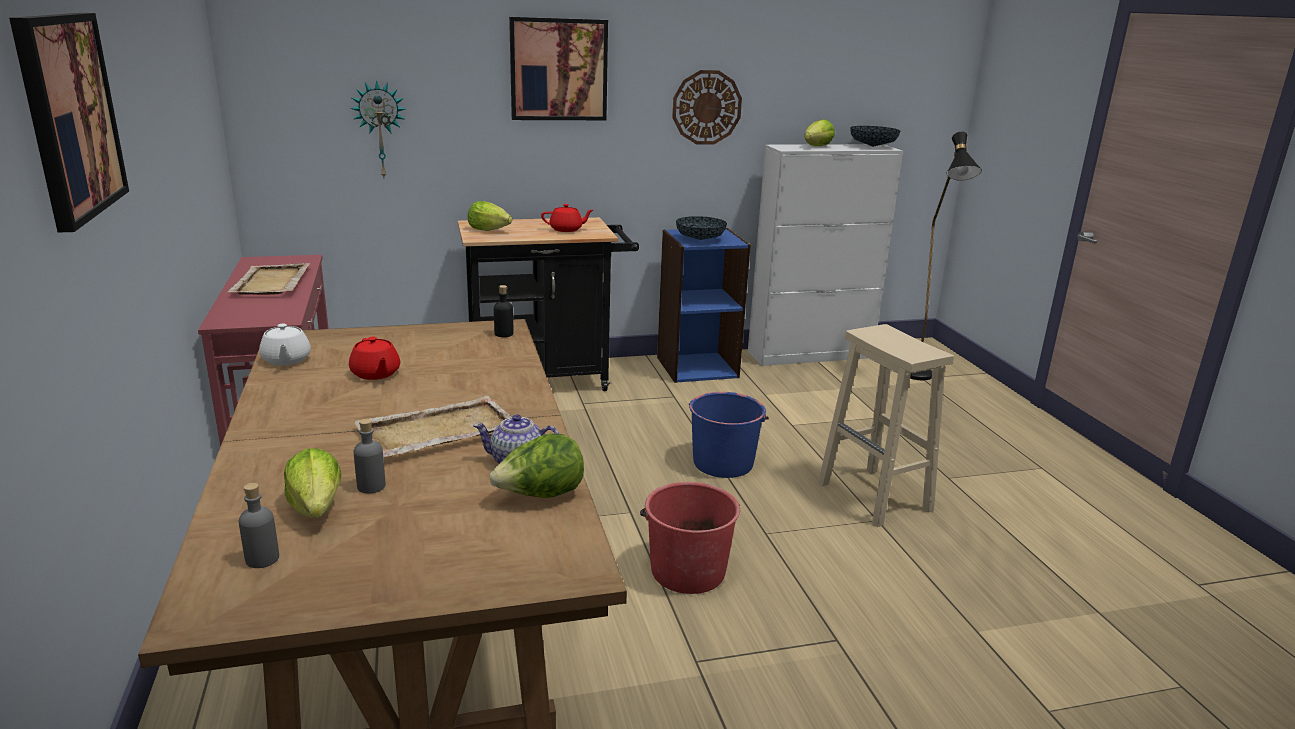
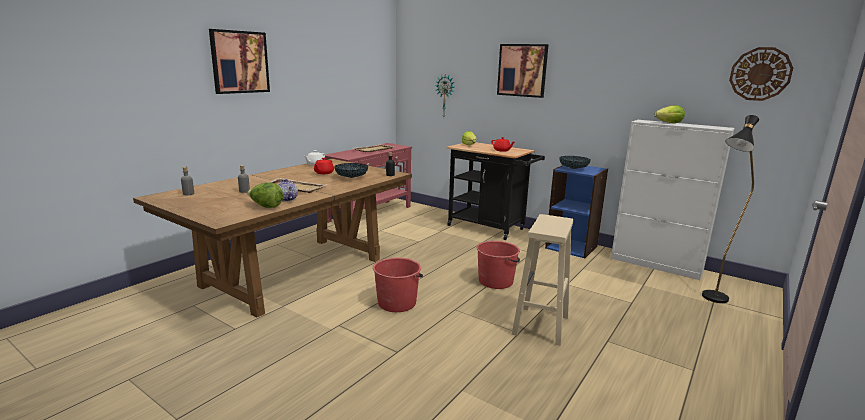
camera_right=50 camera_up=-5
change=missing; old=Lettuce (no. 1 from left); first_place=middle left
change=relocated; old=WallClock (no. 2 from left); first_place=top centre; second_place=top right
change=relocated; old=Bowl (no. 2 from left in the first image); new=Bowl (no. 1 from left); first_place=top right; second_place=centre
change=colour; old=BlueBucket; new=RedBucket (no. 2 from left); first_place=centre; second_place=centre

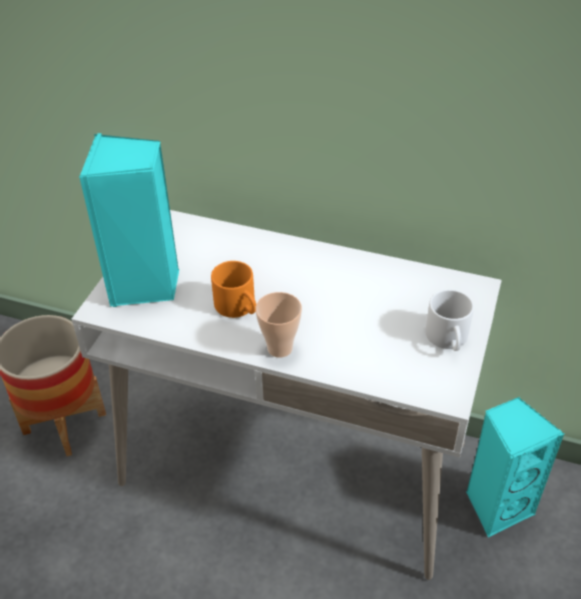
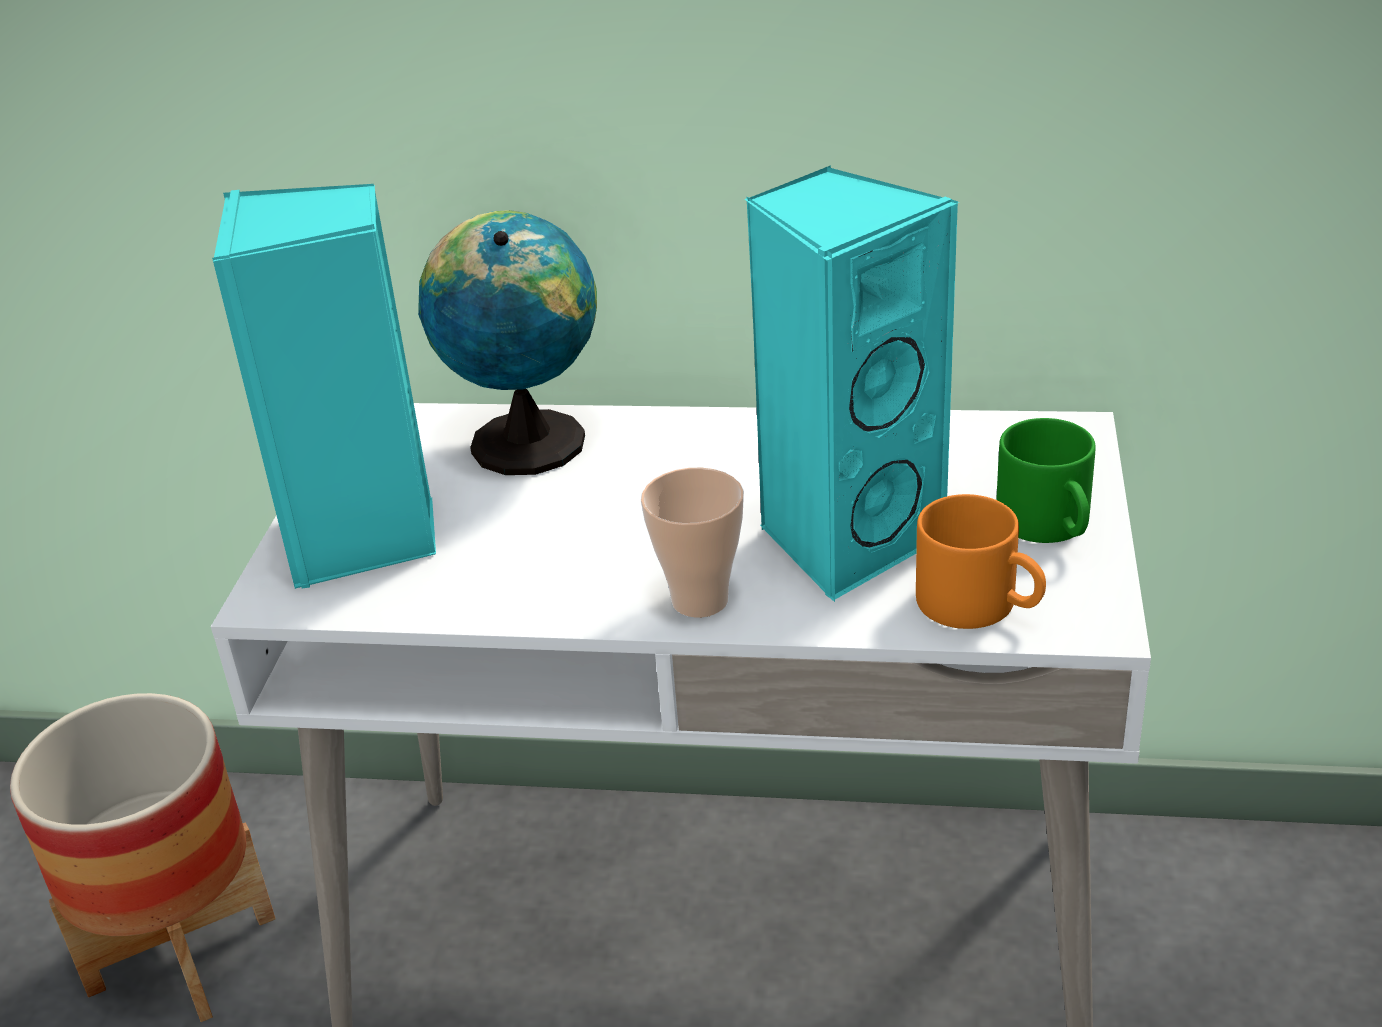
camera_right=-10 camera_up=-10
change=appeared; new=Globe; second_place=top centre
change=relocated; old=OrangeMug; first_place=centre; second_place=middle right
change=relocated; old=TurquoiseSpeaker (no. 2 from left); first_place=bottom right; second_place=centre
change=colour; old=WhiteMug; new=GreenMug; first_place=middle right; second_place=middle right

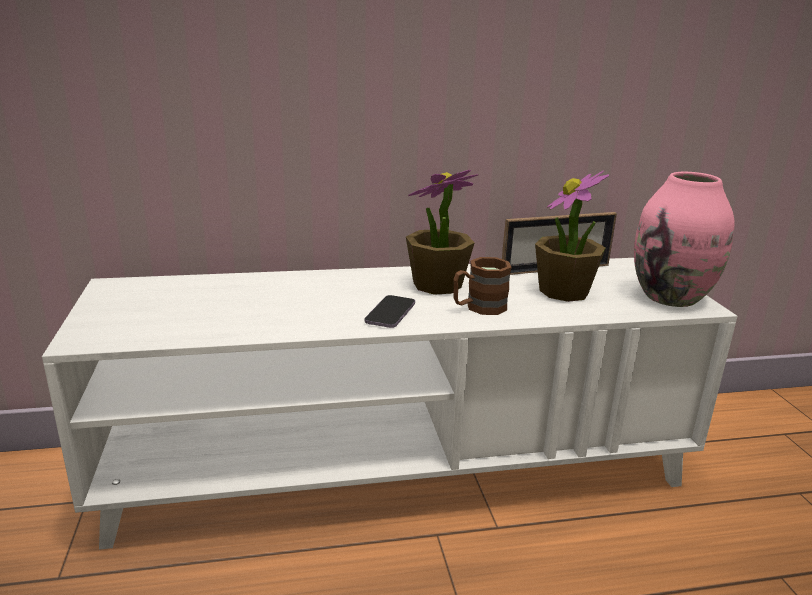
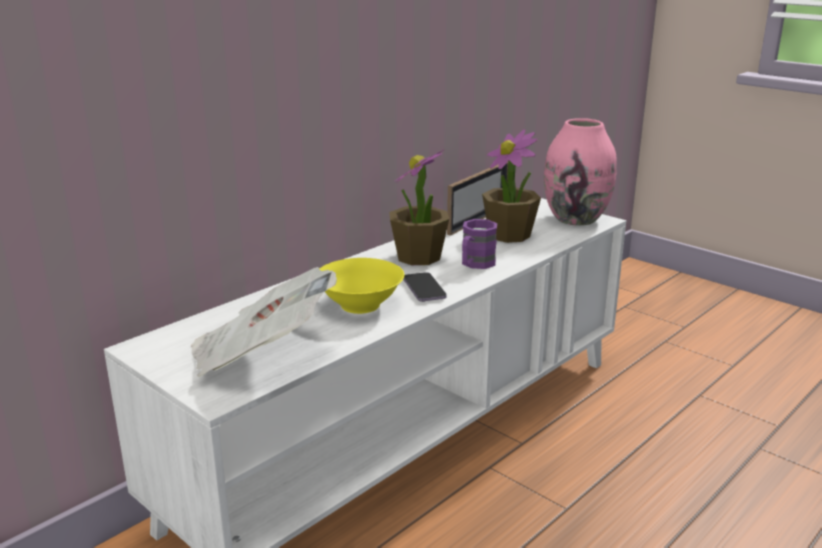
camera_right=-35 camera_up=0
change=appeared; new=Newspaper; second_place=middle left
change=appeared; new=YellowBowl; second_place=centre
change=colour; old=BrownMug; new=PurpleMug; first_place=centre; second_place=centre

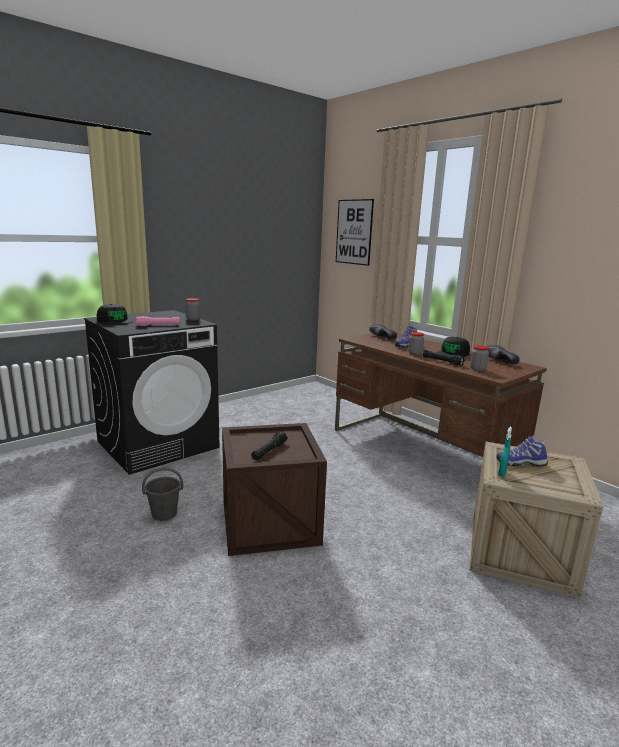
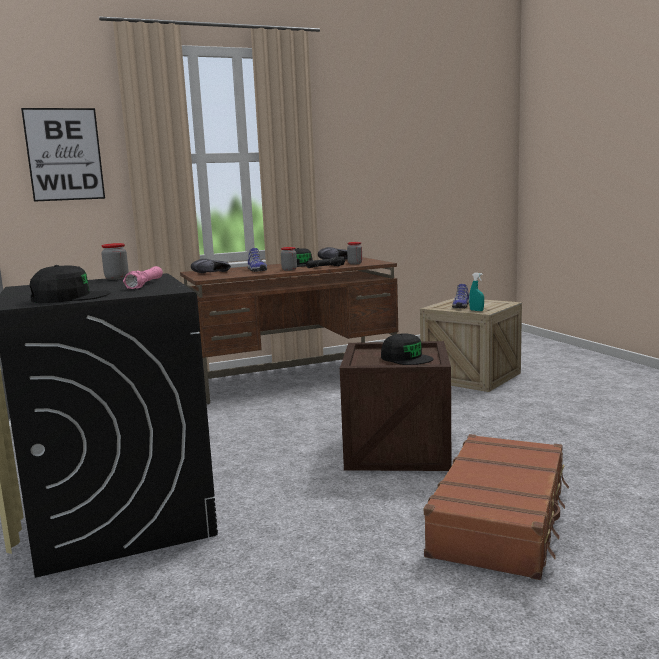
camera_right=-70 camera_up=-5
change=missing; old=GreyBucket; first_place=middle left
change=appeared; new=BrownSuitcase; second_place=bottom right
change=exchanged; old=BlackFlashlight (no. 1 from left); new=BlackCap (no. 3 from left); first_place=centre; second_place=centre

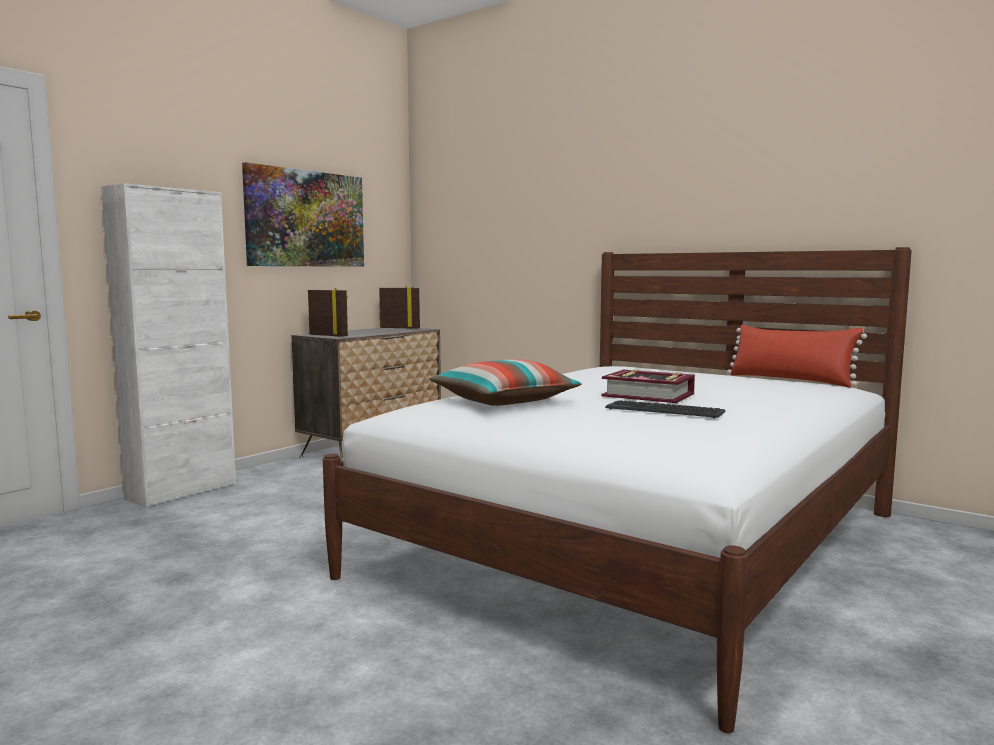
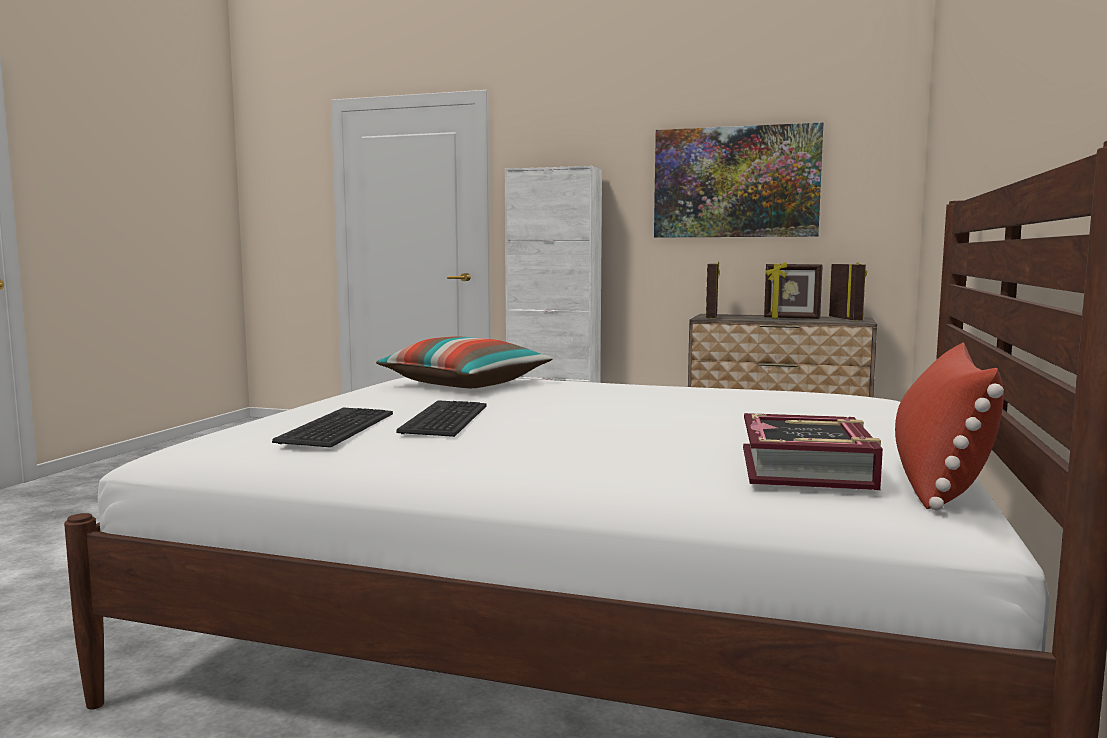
camera_right=70 camera_up=0
change=appeared; new=Keyboard (no. 1 from left); second_place=middle left
change=appeared; new=PictureFrame (no. 2 from left); second_place=middle right
change=relocated; old=Book; first_place=centre; second_place=middle right

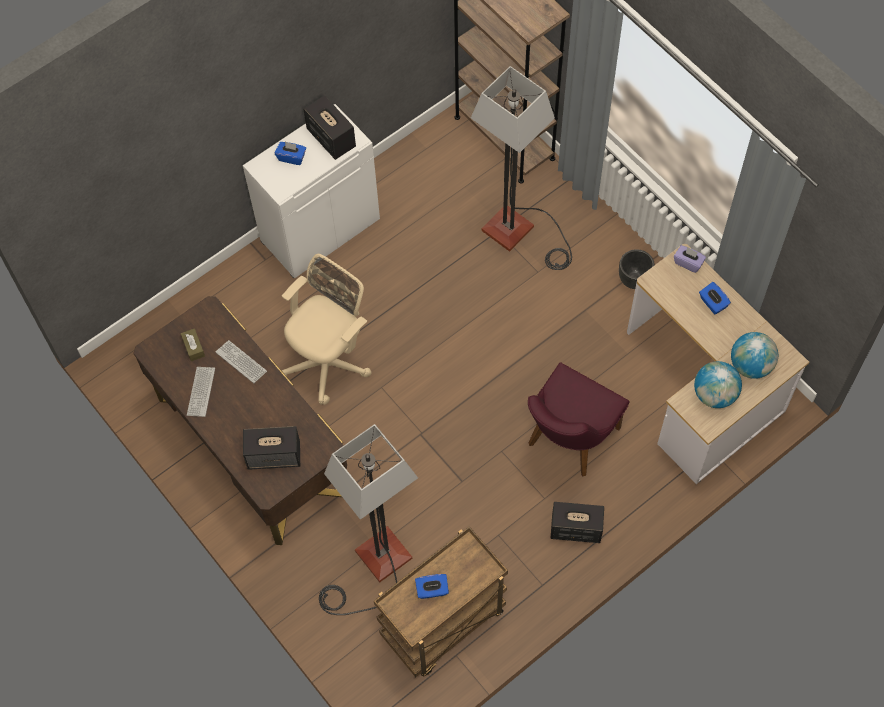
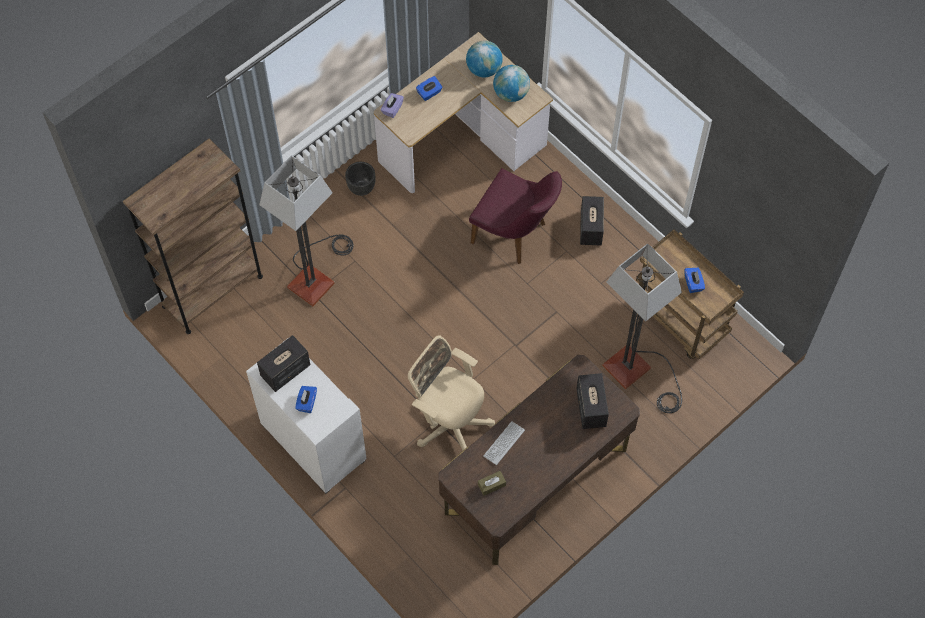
camera_right=-95 camera_up=0
change=missing; old=Keyboard (no. 1 from left); first_place=middle left

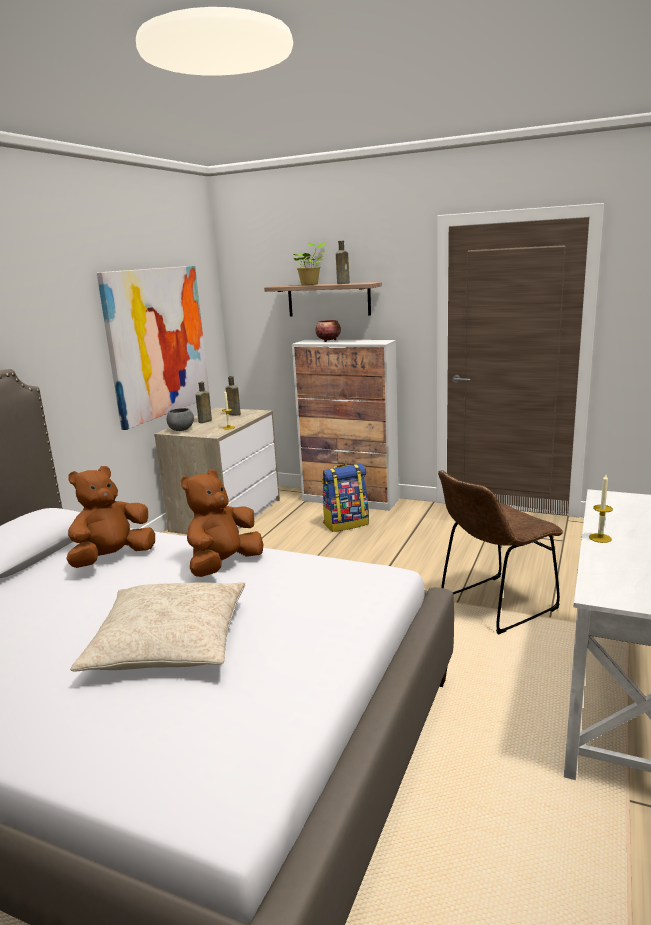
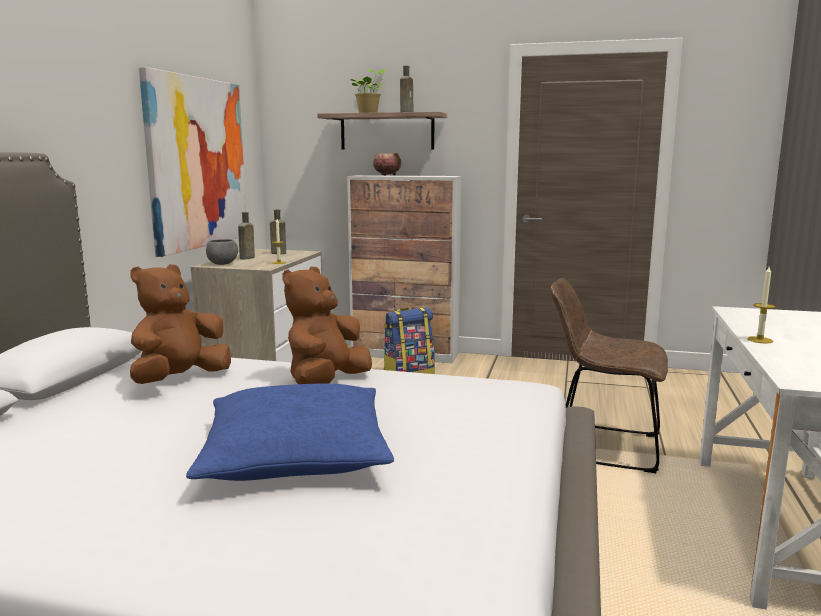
camera_right=-10 camera_up=-5
change=colour; old=BeigePillow; new=BluePillow; first_place=bottom left; second_place=bottom centre
change=spun; old=BrownChair; first_place=middle right; second_place=middle right; degrees=60

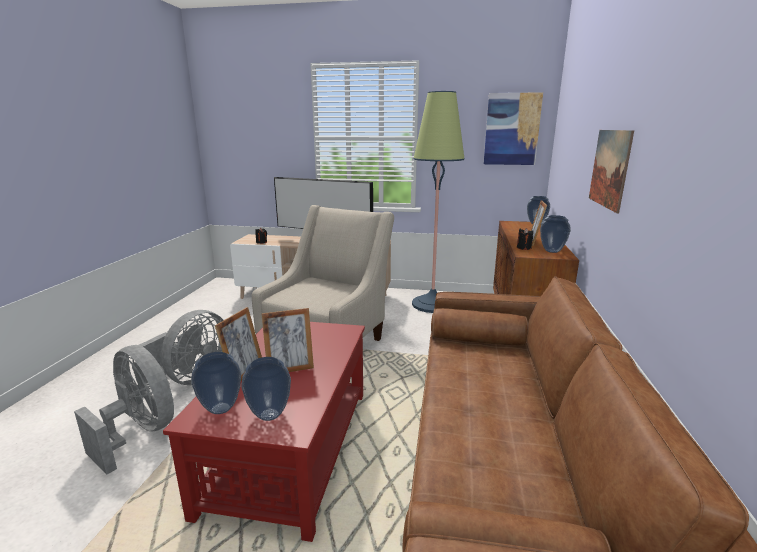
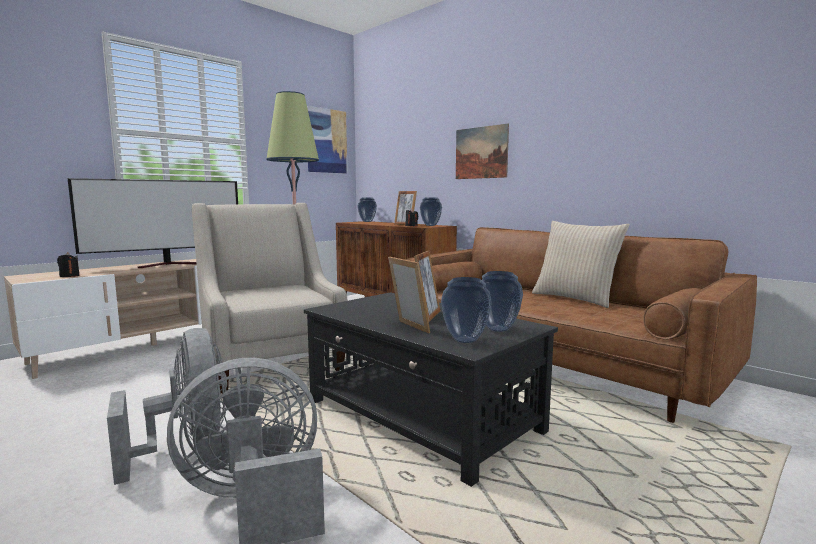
camera_right=-55 camera_up=-10
change=appeared; new=BeigePillow; second_place=middle right
change=colour; old=RedCoffeeTable; new=BlackCoffeeTable; first_place=bottom centre; second_place=bottom centre

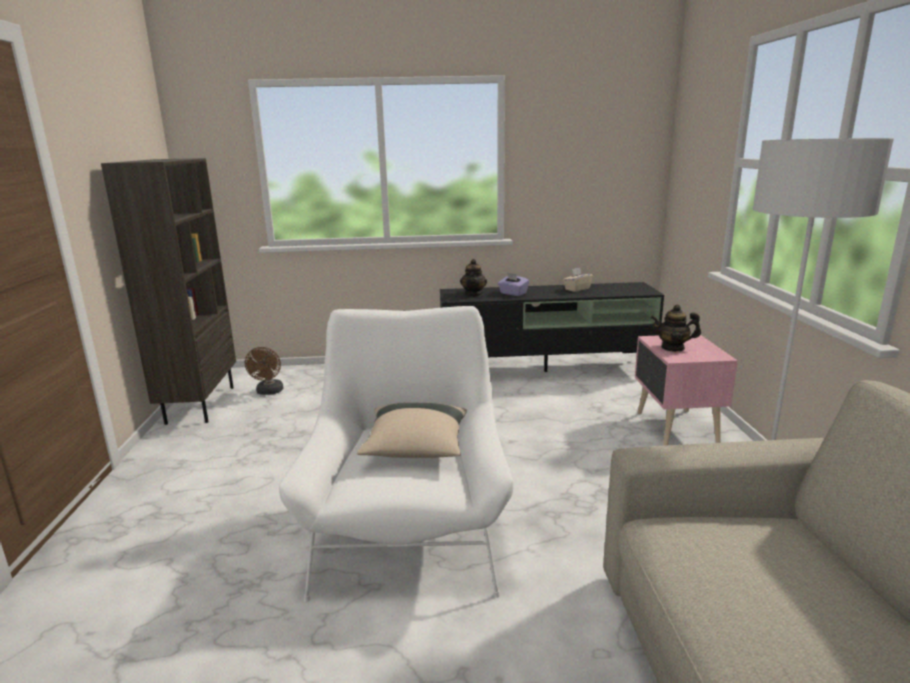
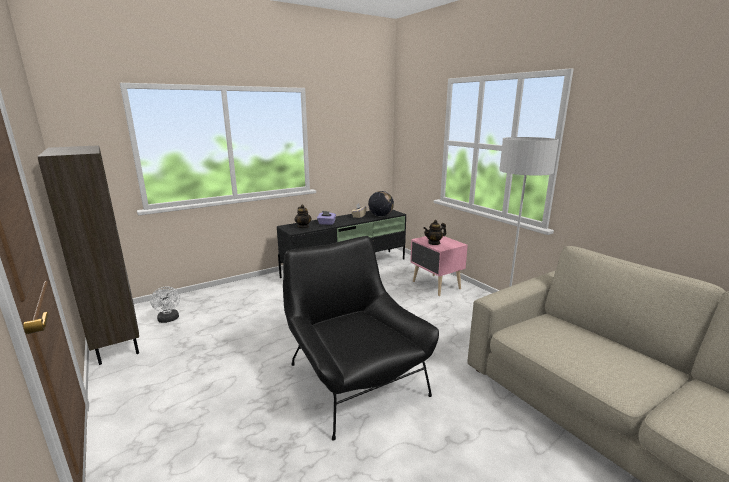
camera_right=-30 camera_up=0
change=missing; old=BeigePillow; first_place=centre
change=appeared; new=Globe; second_place=centre
change=colour; old=BrownFan; new=WhiteFan; first_place=middle left; second_place=middle left
change=colour; old=WhiteArmchair; new=BlackArmchair; first_place=centre; second_place=bottom centre

